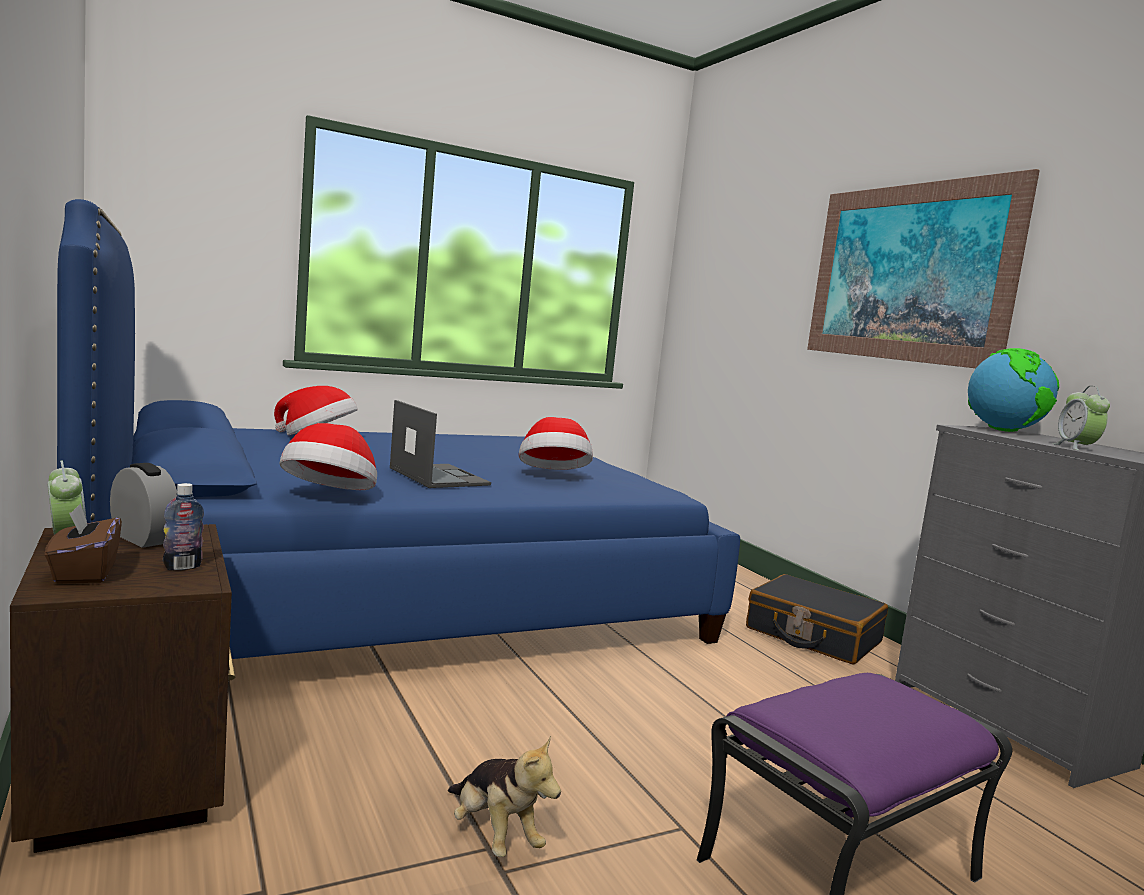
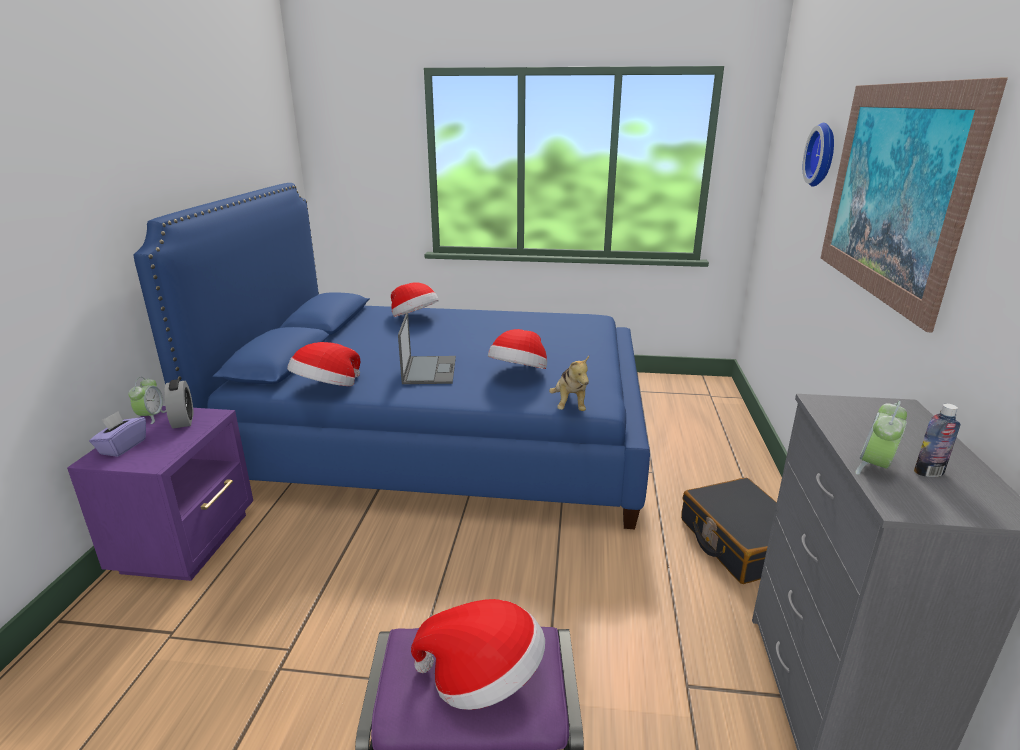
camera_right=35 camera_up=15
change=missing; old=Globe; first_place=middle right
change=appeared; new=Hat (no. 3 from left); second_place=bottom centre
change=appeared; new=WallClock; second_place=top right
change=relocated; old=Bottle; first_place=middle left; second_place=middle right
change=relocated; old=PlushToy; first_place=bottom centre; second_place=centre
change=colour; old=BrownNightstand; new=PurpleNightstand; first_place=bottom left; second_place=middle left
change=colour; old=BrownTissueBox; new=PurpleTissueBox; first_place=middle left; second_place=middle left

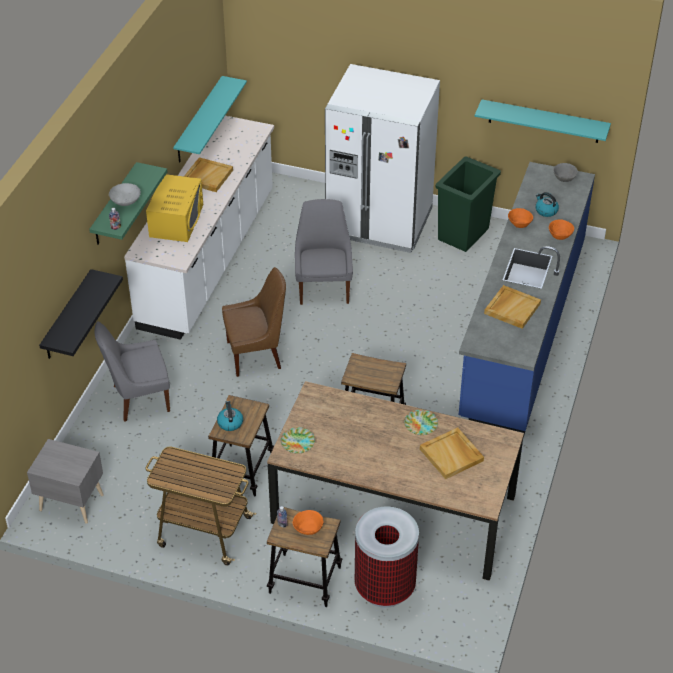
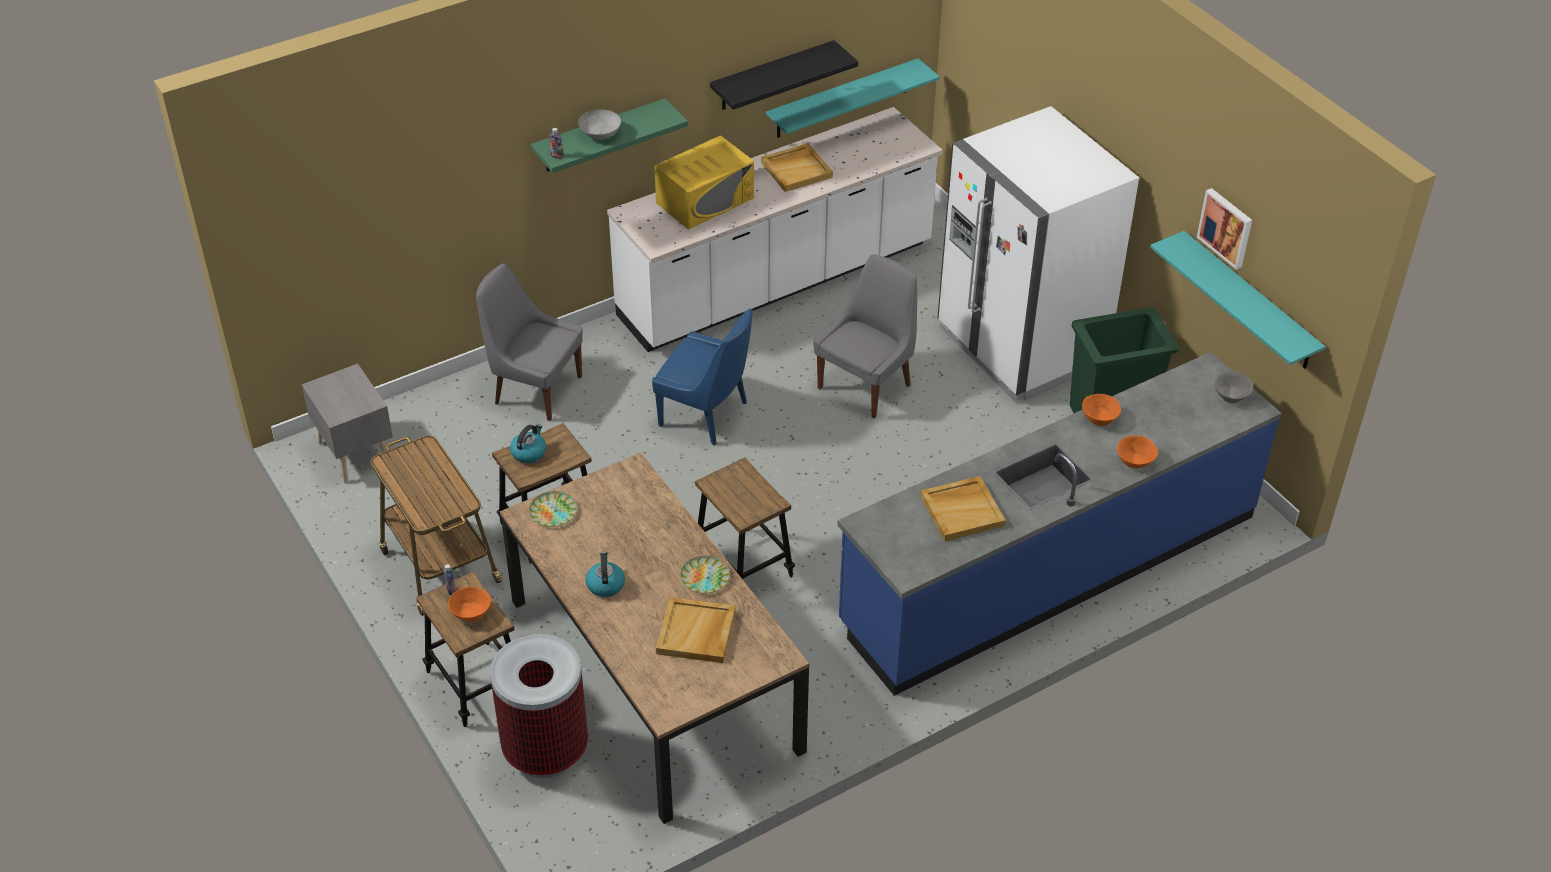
camera_right=40 camera_up=0
change=appeared; new=Picture; second_place=top right
change=relocated; old=BlackShelf; first_place=middle left; second_place=top centre
change=relocated; old=Kettle (no. 2 from left); first_place=top right; second_place=centre
change=colour; old=BrownChair; new=BlueChair; first_place=centre; second_place=centre

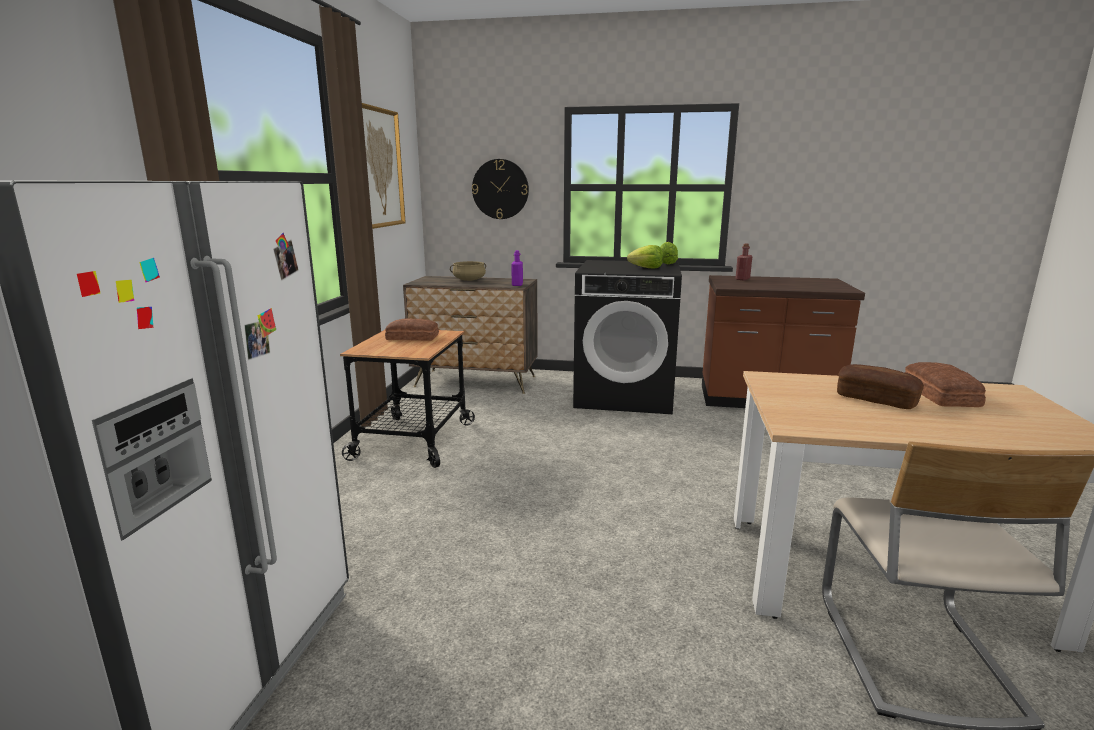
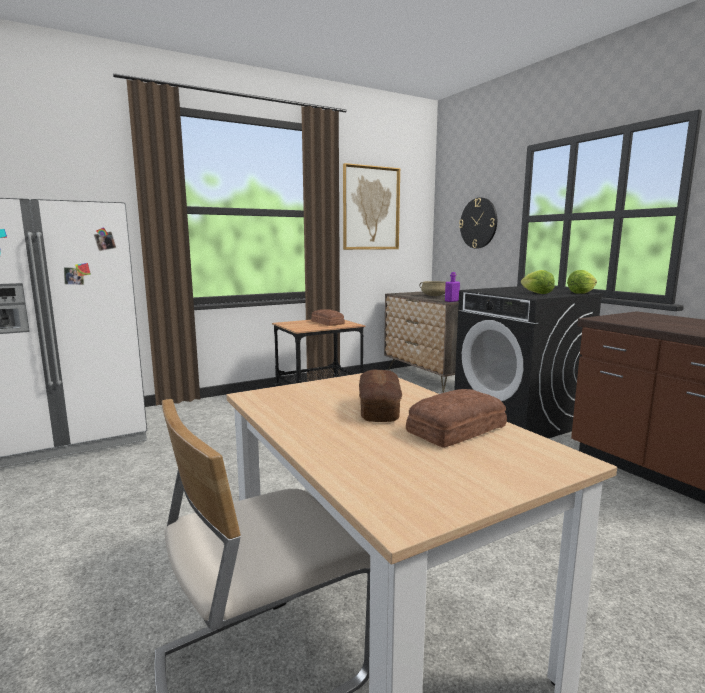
camera_right=50 camera_up=-5
change=missing; old=RedBottle; first_place=middle right

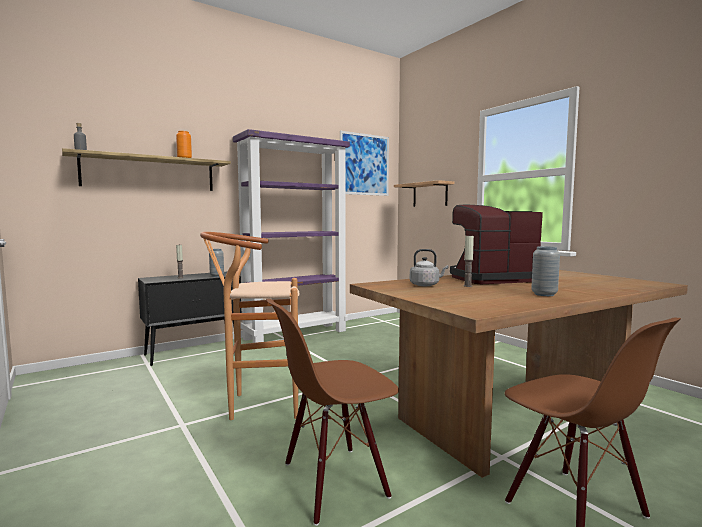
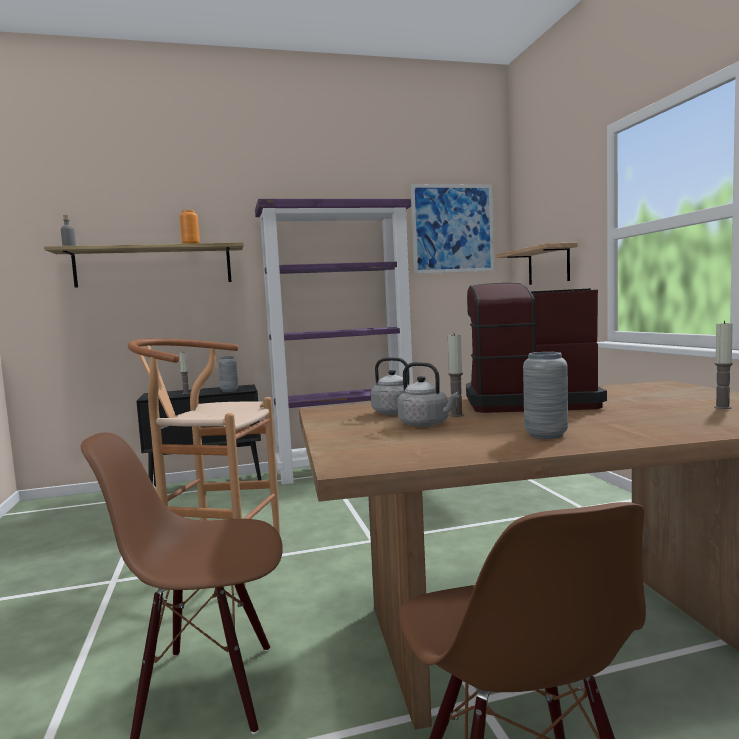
camera_right=20 camera_up=0
change=appeared; new=GreyKettle (no. 2 from left); second_place=centre
change=appeared; new=Candle (no. 3 from left); second_place=middle right

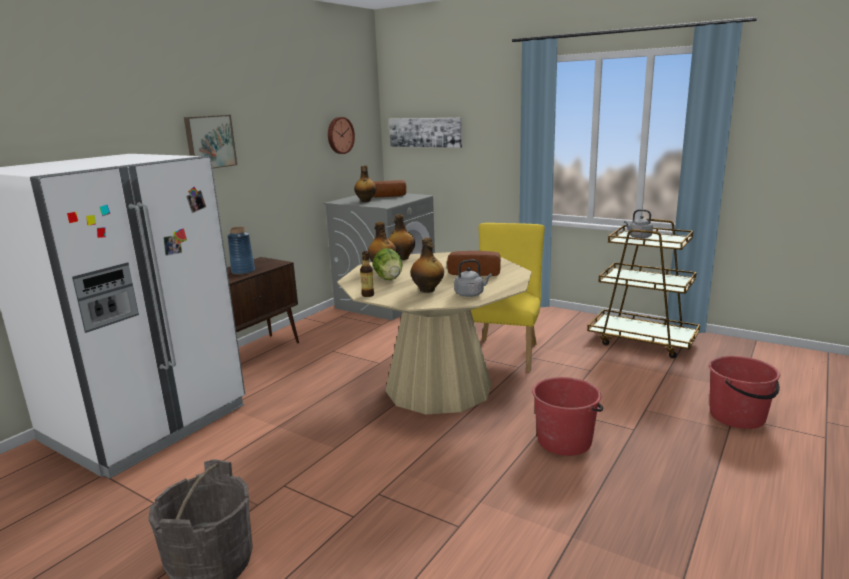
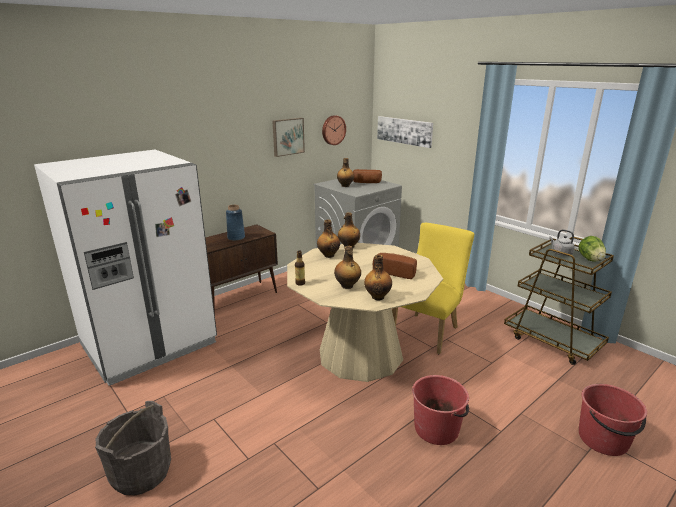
camera_right=15 camera_up=5
change=relocated; old=Picture (no. 1 from left); first_place=top left; second_place=top centre
change=relocated; old=Lettuce; first_place=centre; second_place=middle right
change=exchanged; old=GreyKettle (no. 1 from left); new=Bottle (no. 6 from left); first_place=centre; second_place=centre

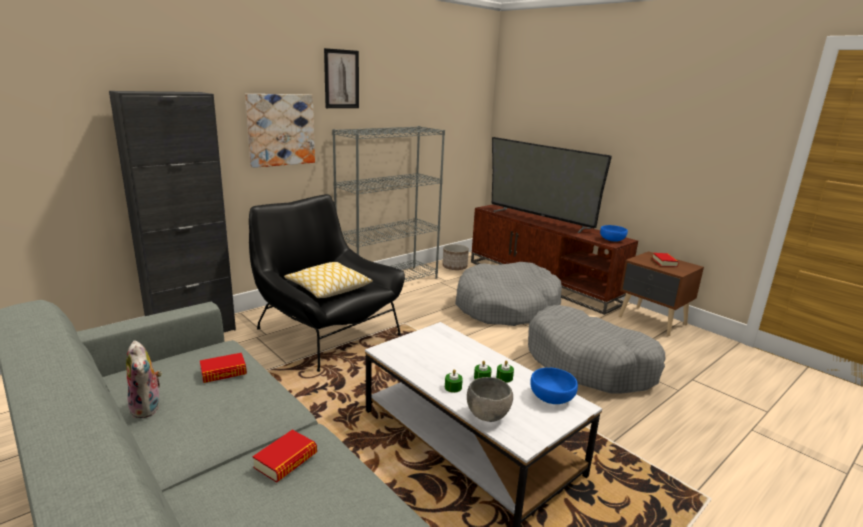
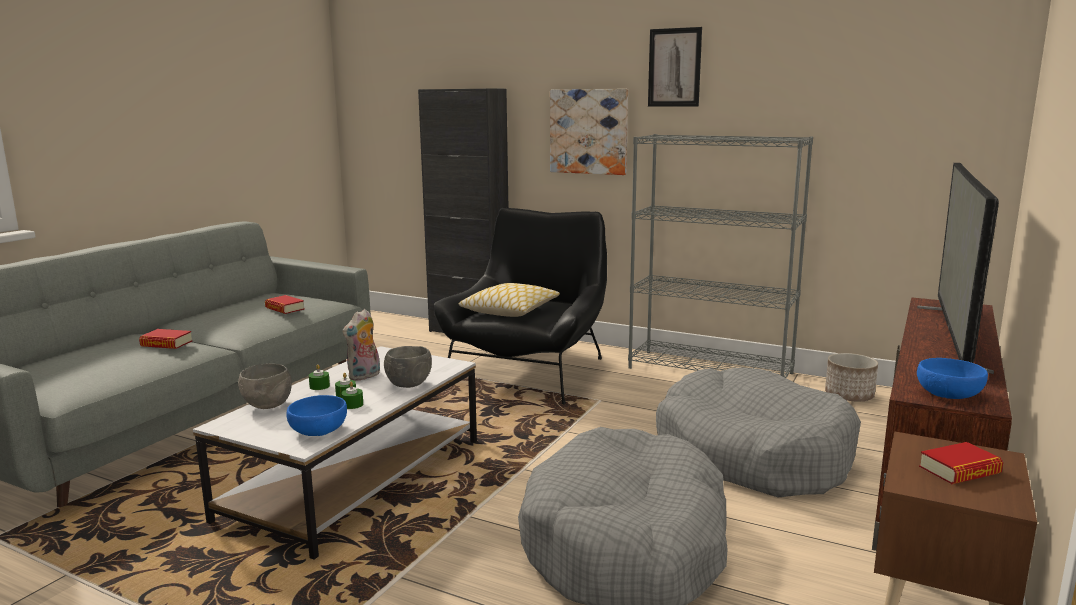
camera_right=70 camera_up=-5
change=appeared; new=GreyBowl (no. 2 from left); second_place=centre
change=relocated; old=PlushToy; first_place=bottom left; second_place=centre

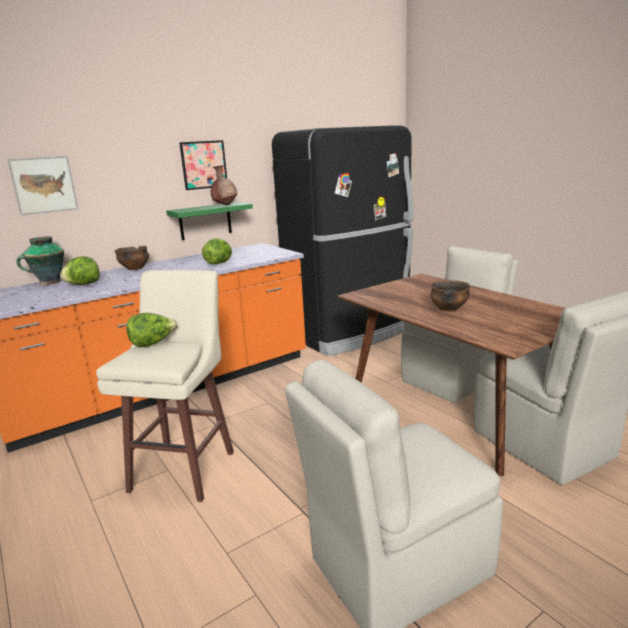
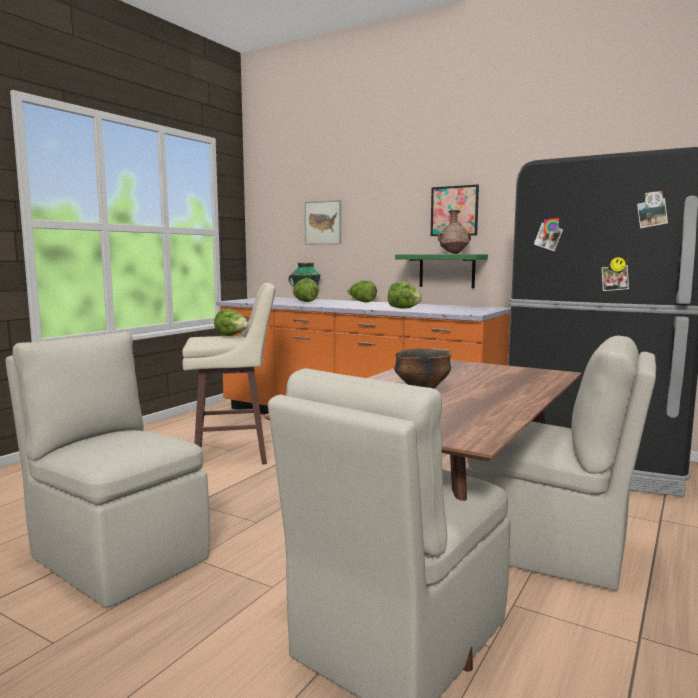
camera_right=65 camera_up=-10
change=exchanged; old=Bowl (no. 1 from left); new=Lettuce (no. 3 from left); first_place=middle left; second_place=centre

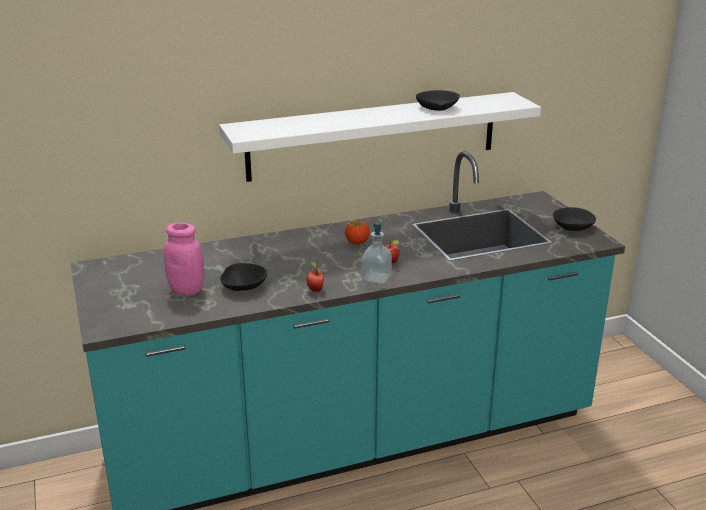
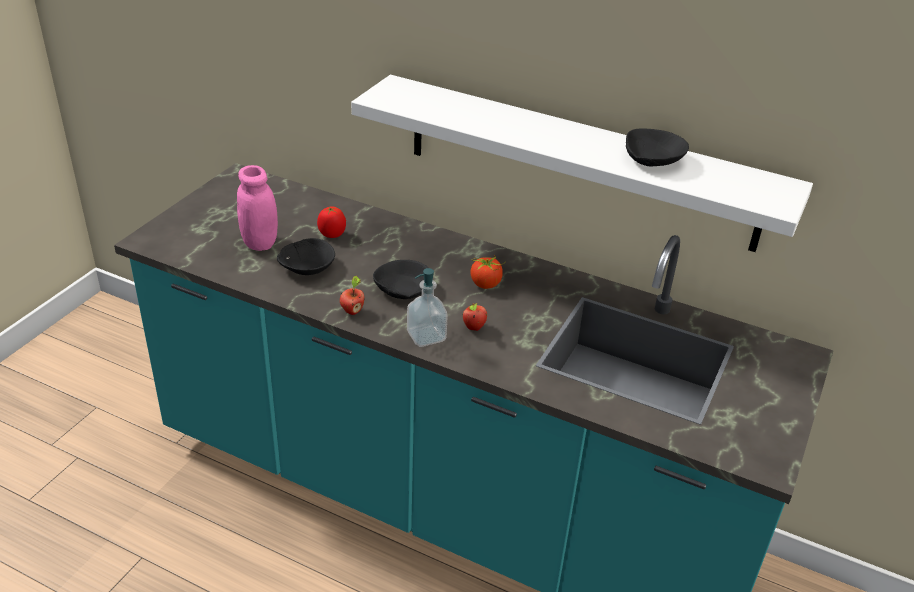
camera_right=45 camera_up=10
change=appeared; new=Tomato (no. 1 from left); second_place=centre
change=relocated; old=BlackBowl (no. 3 from left in the first image); new=BlackBowl (no. 2 from left); first_place=middle right; second_place=centre

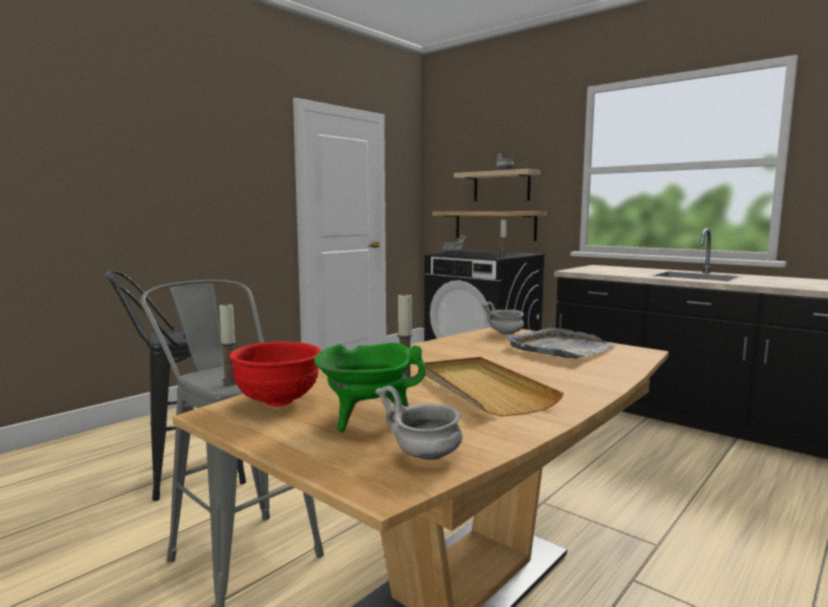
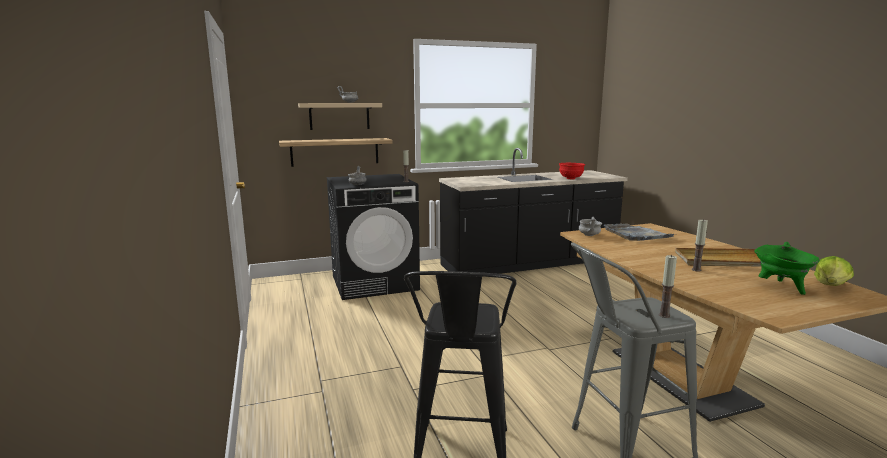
camera_right=-60 camera_up=5
change=relocated; old=RedBowl; first_place=middle left; second_place=centre
change=exchanged; old=GreyBowl (no. 1 from left); new=Lettuce; first_place=bottom centre; second_place=middle right

